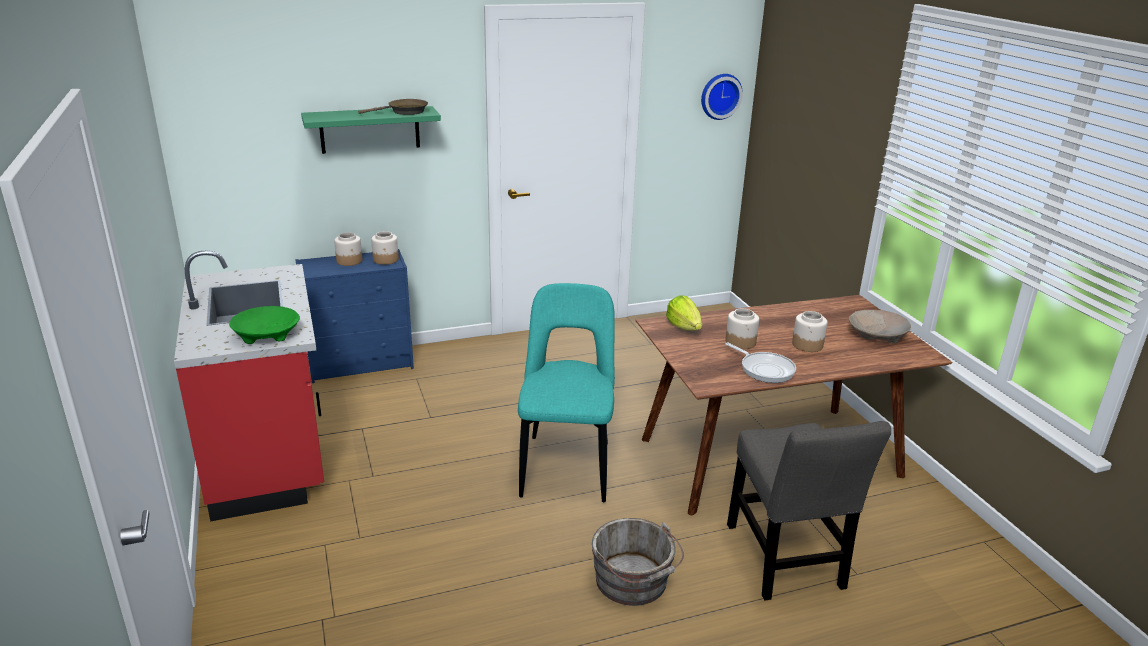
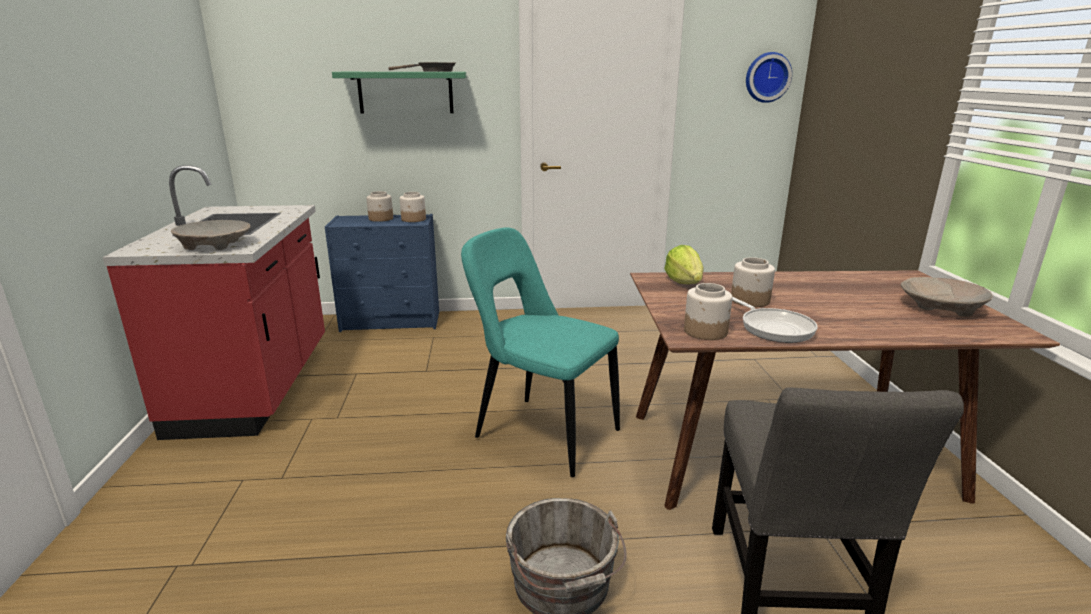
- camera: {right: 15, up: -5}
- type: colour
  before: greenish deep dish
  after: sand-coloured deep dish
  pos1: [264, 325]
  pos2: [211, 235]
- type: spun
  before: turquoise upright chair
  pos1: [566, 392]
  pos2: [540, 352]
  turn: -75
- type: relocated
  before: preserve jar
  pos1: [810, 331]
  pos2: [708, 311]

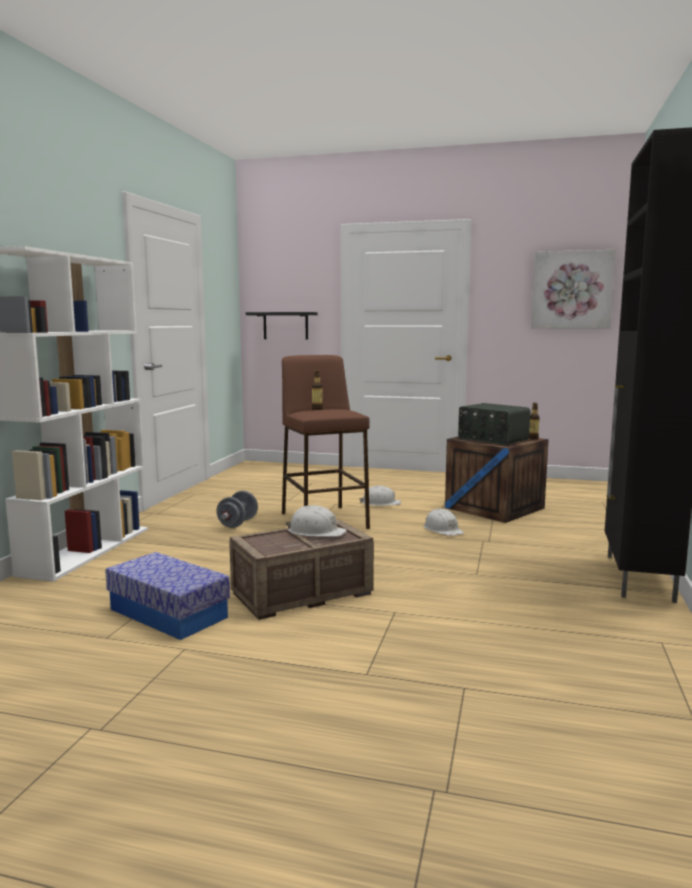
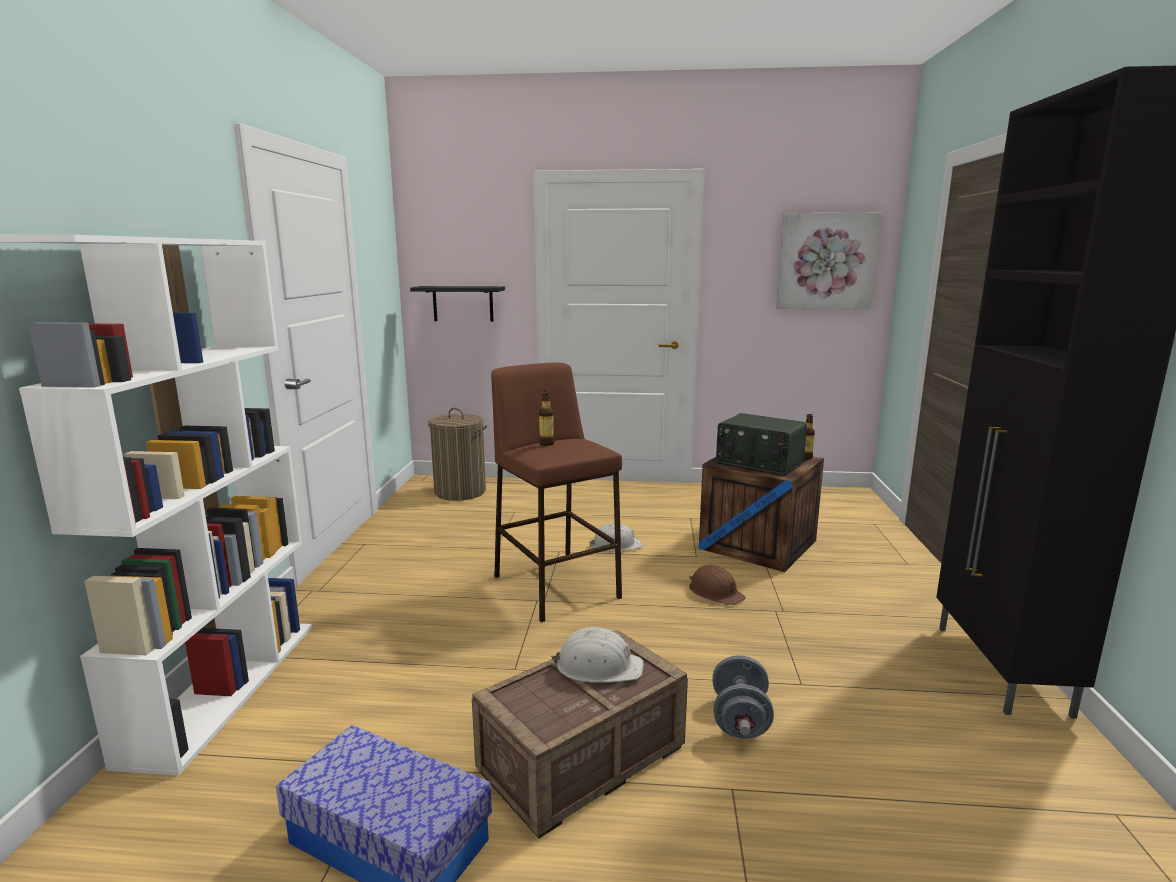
- camera: {right: -10, up: 5}
- type: appeared
  after: washing basket
  pos2: [457, 454]
- type: colour
  before: whitish safety helmet
  after: brownish safety helmet
  pos1: [444, 522]
  pos2: [717, 585]
- type: relocated
  before: greyish free weight
  pos1: [237, 509]
  pos2: [743, 697]

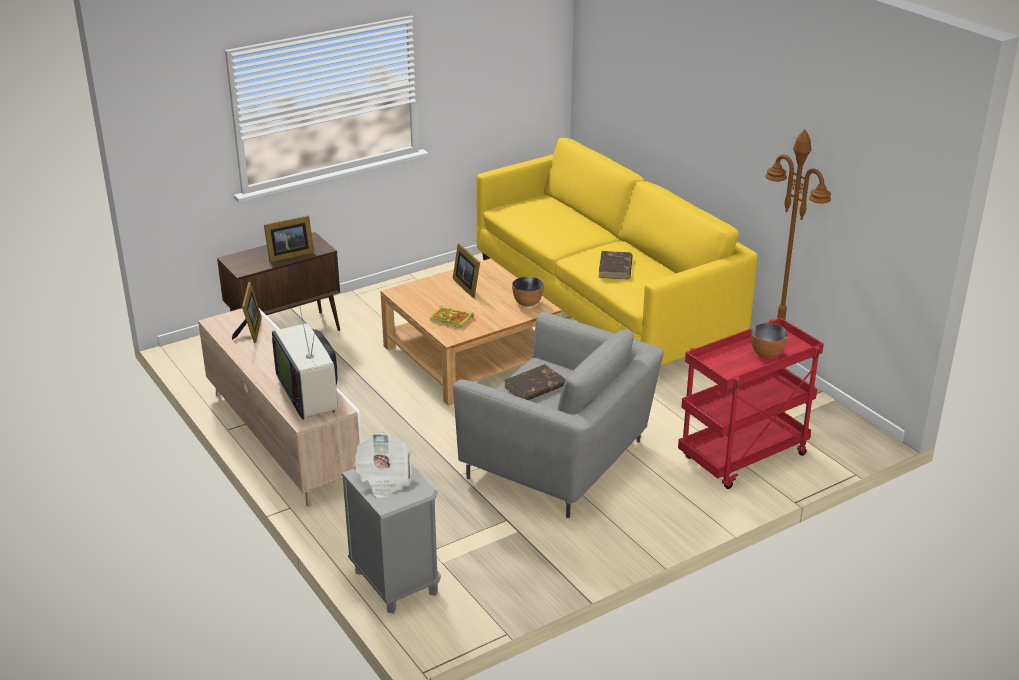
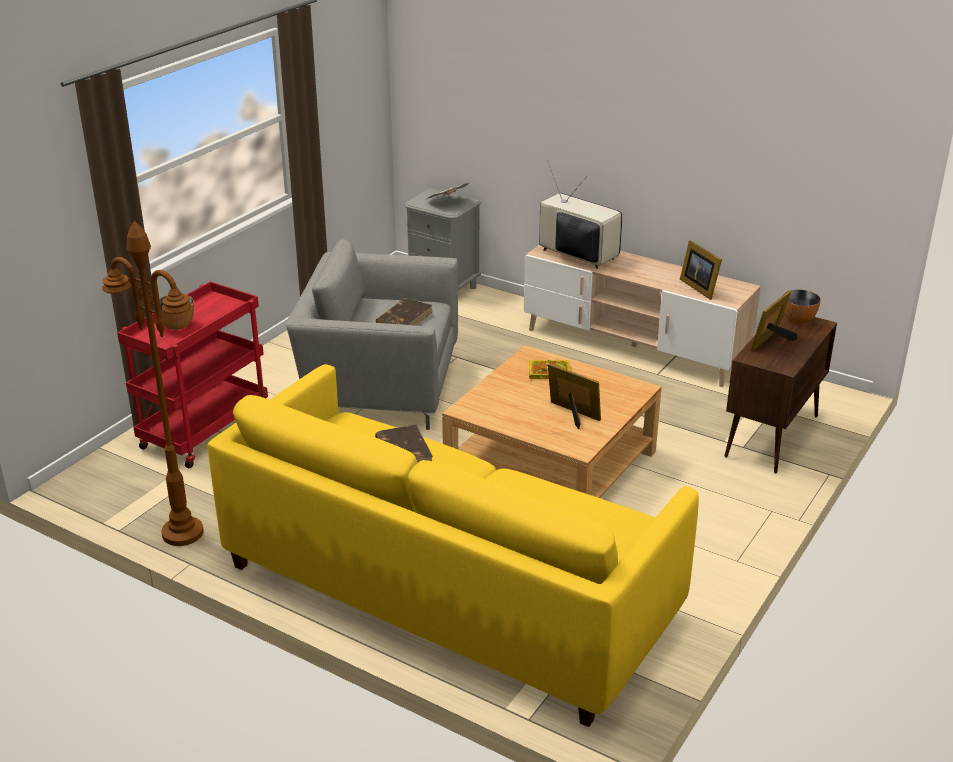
- camera: {right: 155, up: 0}
- type: relocated
  before: deep dish
  pos1: [528, 292]
  pos2: [802, 306]

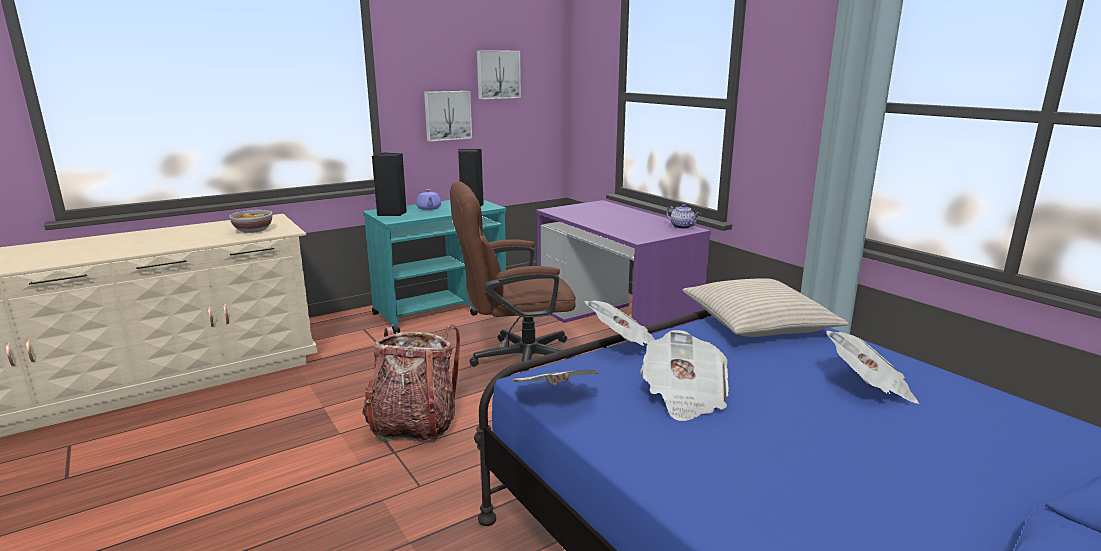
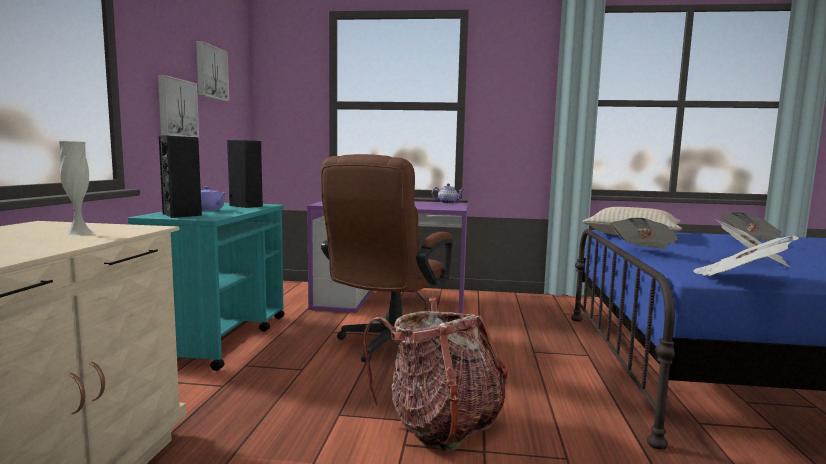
- camera: {right: -50, up: -10}
- type: exchanged
  before: deep dish
  after: whitish vase
  pos1: [251, 221]
  pos2: [76, 188]

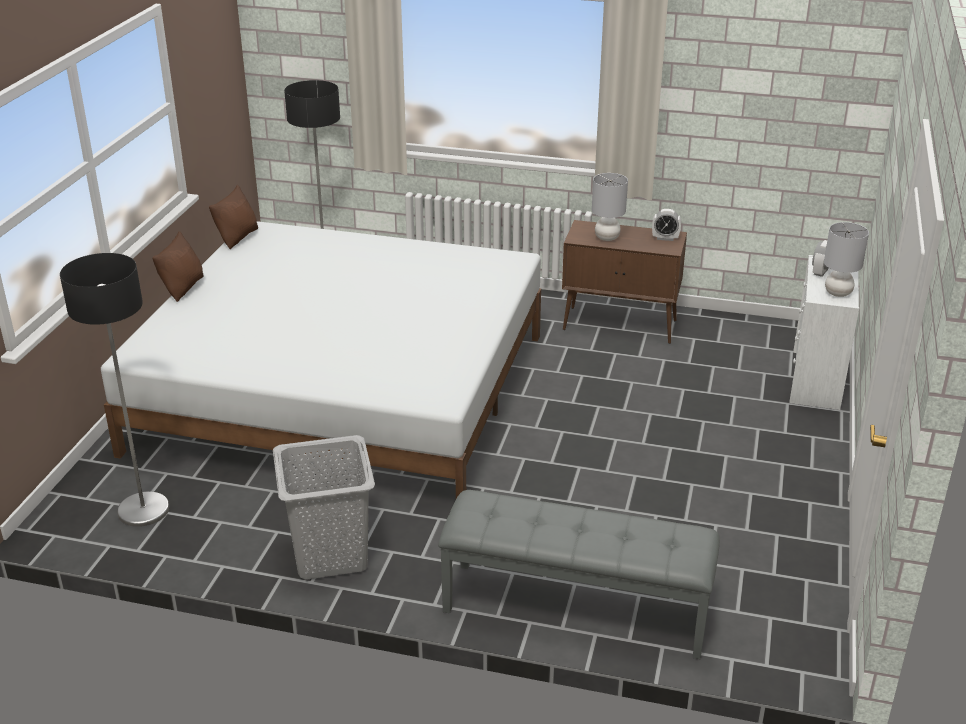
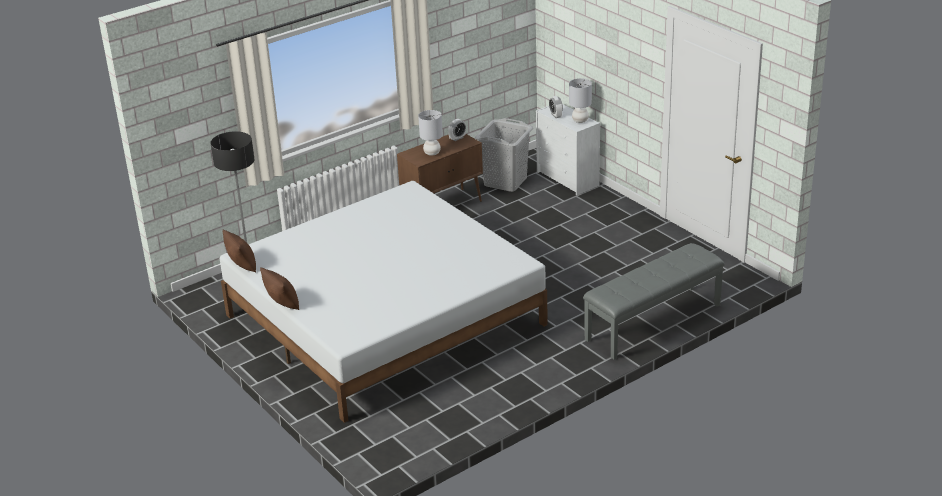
- camera: {right: -50, up: 0}
- type: relocated
  before: greyish washing basket
  pos1: [324, 507]
  pos2: [504, 155]
- type: missing
  before: floor lamp
  pos1: [115, 390]

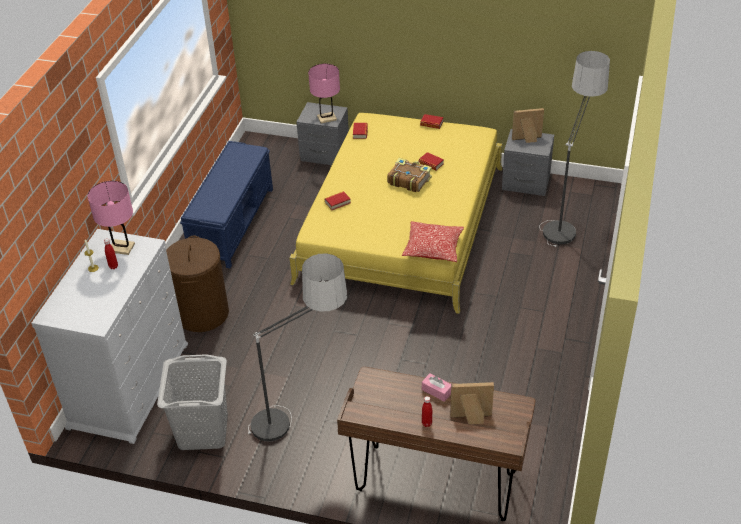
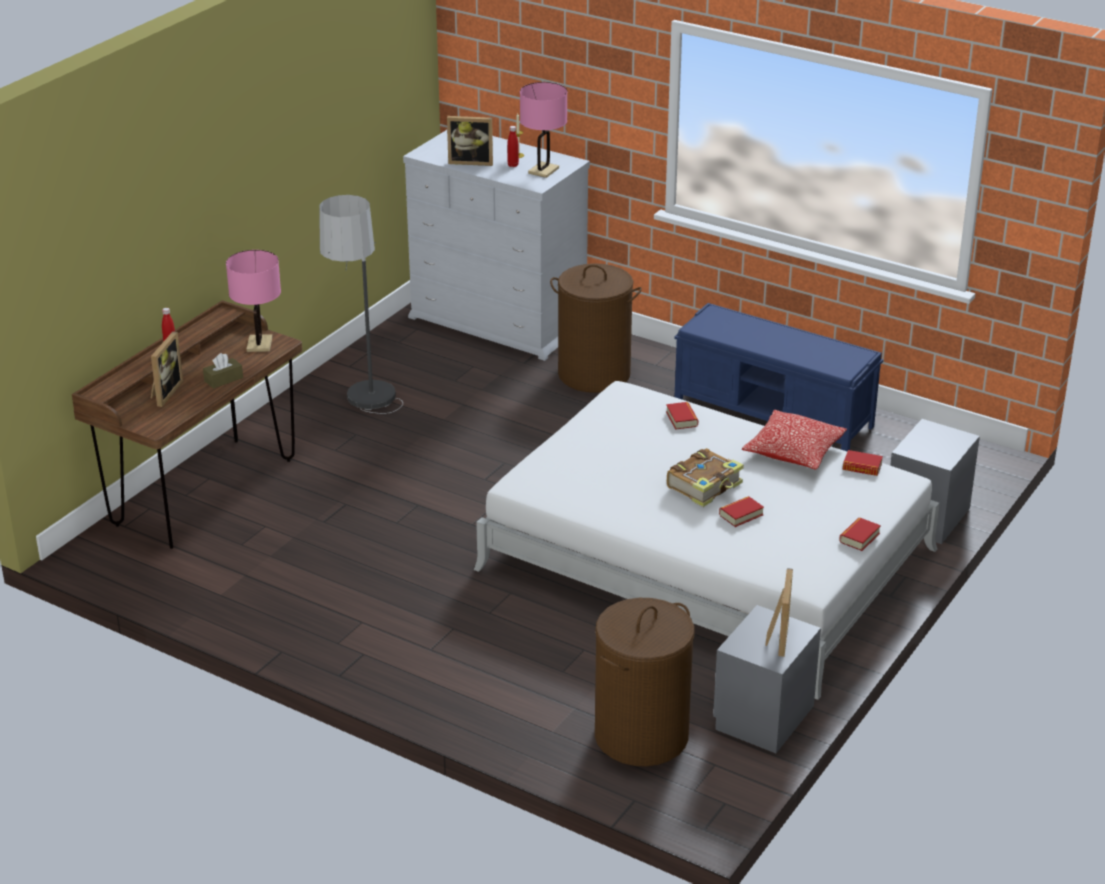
- camera: {right: 105, up: -10}
- type: colour
  before: pink-coloured tissue box
  after: brownish tissue box
  pos1: [436, 387]
  pos2: [223, 370]
- type: relocated
  before: pink-coloured table lamp
  pos1: [324, 93]
  pos2: [253, 301]
- type: appeared
  after: photo frame
  pos2: [470, 141]
- type: colour
  before: yellowish sleeping bed
  after: whitish sleeping bed
  pos1: [396, 213]
  pos2: [707, 540]
- type: exchanged
  before: floor lamp
  after: brownish washing basket
  pos1: [574, 149]
  pos2: [645, 682]
- type: relocated
  before: pillow
  pos1: [433, 241]
  pos2: [794, 440]
- type: missing
  before: greyish washing basket
  pos1: [192, 402]

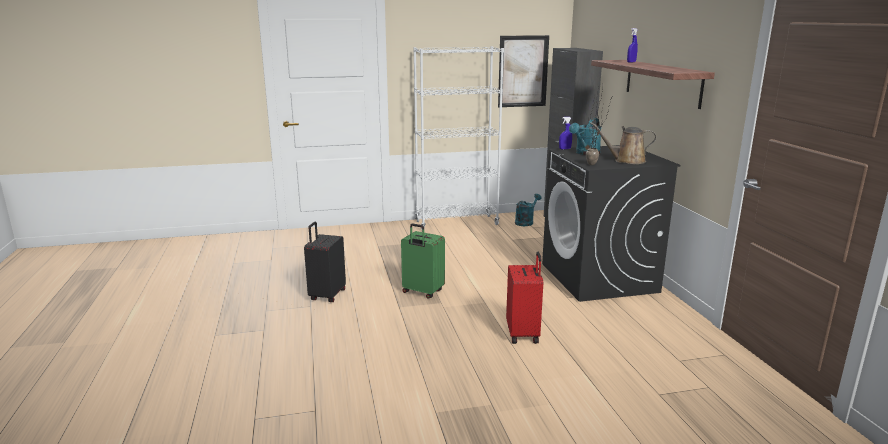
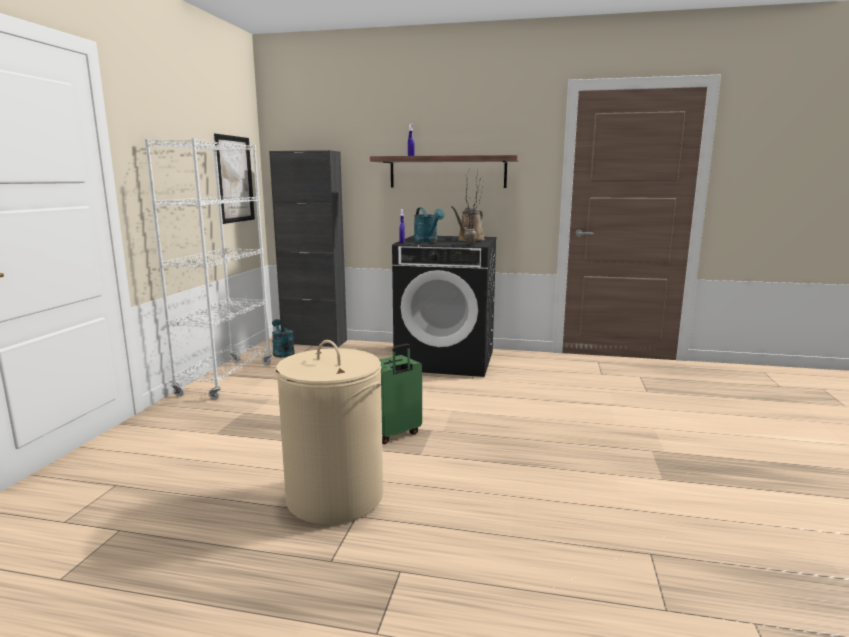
- camera: {right: -65, up: -5}
- type: exchanged
  before: blackish suitcase
  after: sand-coloured washing basket
  pos1: [325, 262]
  pos2: [329, 432]
- type: missing
  before: reddish suitcase
  pos1: [524, 298]

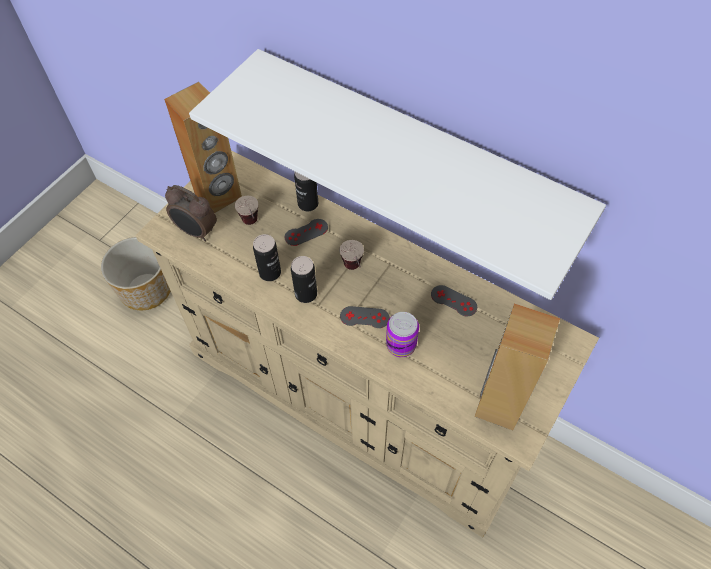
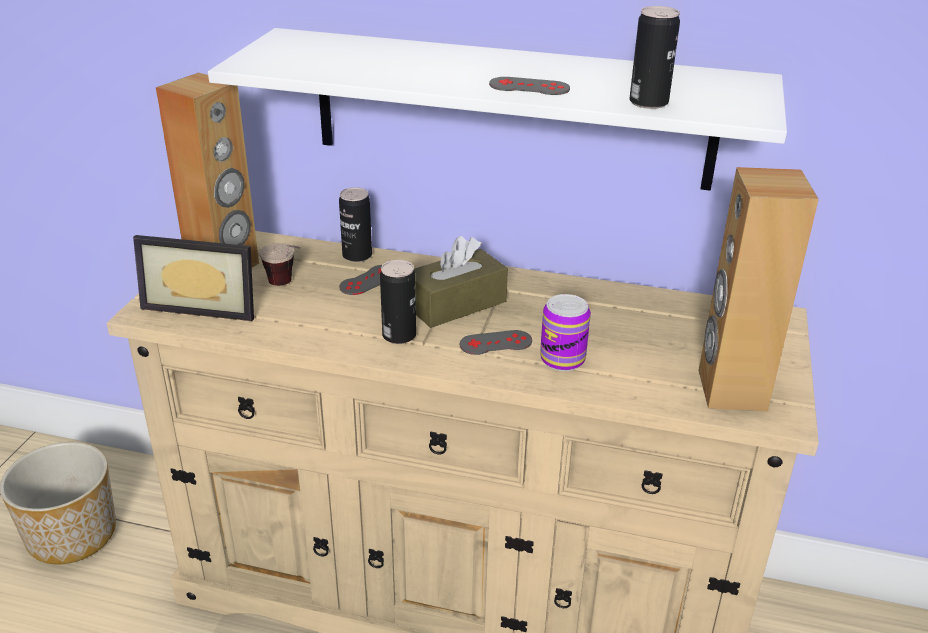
- camera: {right: -20, up: -25}
- type: exchanged
  before: alarm clock
  after: photo frame
  pos1: [191, 213]
  pos2: [193, 278]
- type: exchanged
  before: small cup
  after: brownish tissue box
  pos1: [351, 255]
  pos2: [461, 282]
- type: relocated
  before: greyish game controller
  pos1: [454, 301]
  pos2: [529, 86]
- type: relocated
  before: can
  pos1: [267, 257]
  pos2: [654, 57]

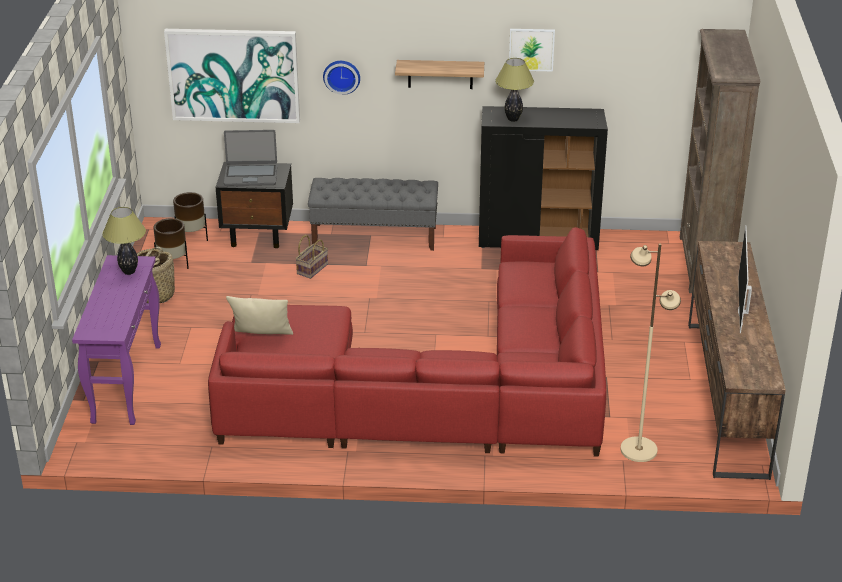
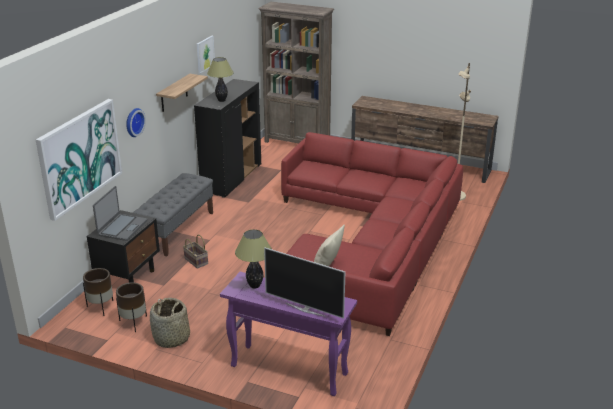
- camera: {right: -70, up: -5}
- type: relocated
  before: television
  pos1: [745, 279]
  pos2: [304, 283]

